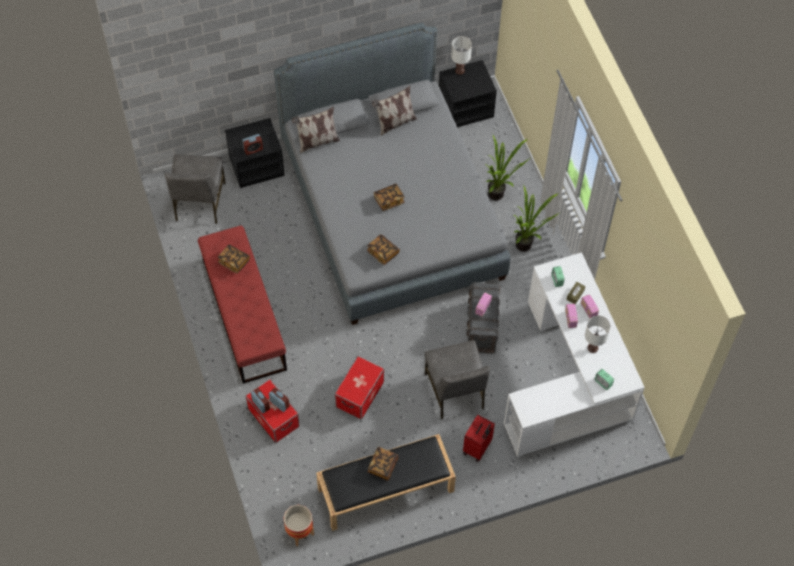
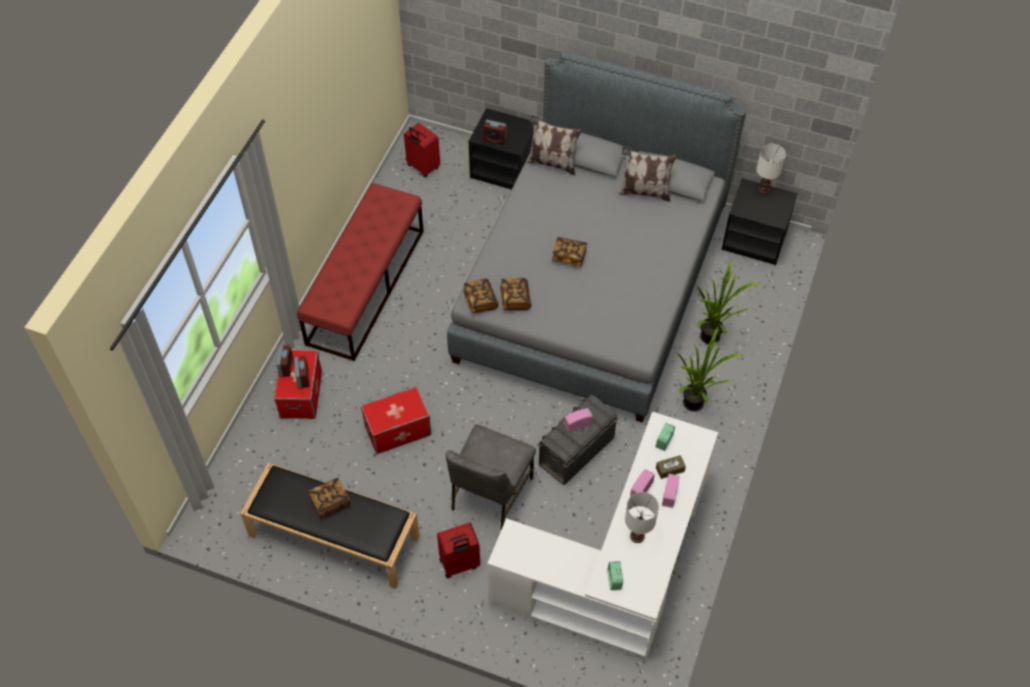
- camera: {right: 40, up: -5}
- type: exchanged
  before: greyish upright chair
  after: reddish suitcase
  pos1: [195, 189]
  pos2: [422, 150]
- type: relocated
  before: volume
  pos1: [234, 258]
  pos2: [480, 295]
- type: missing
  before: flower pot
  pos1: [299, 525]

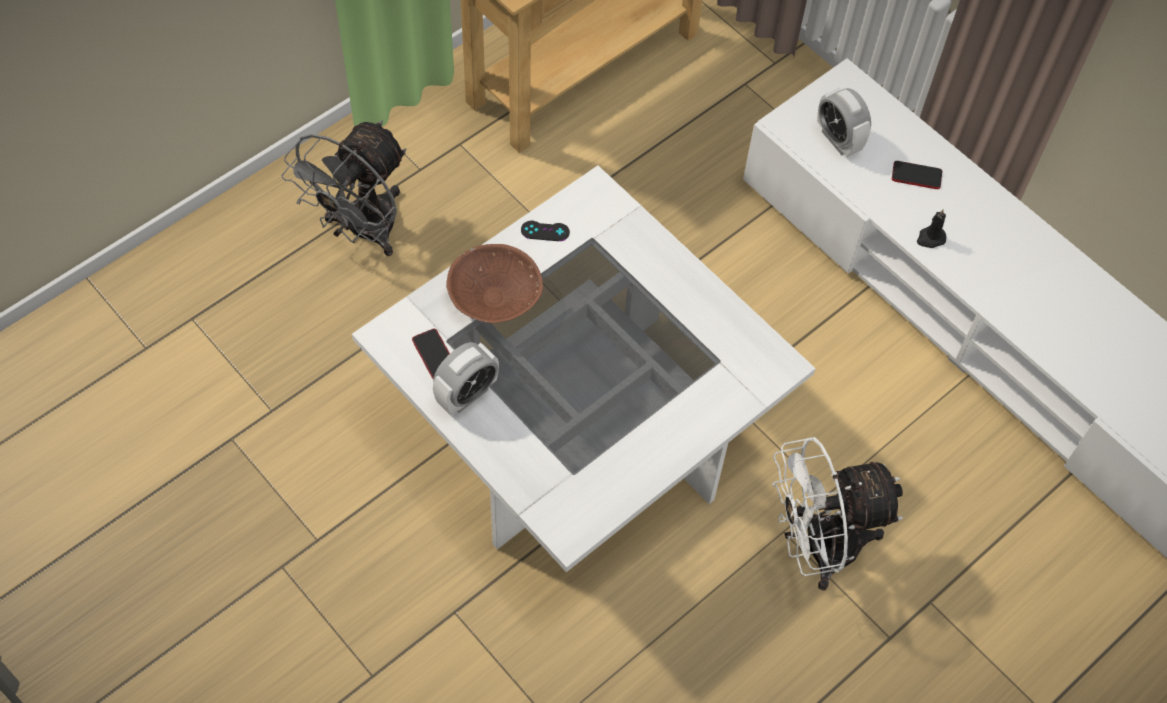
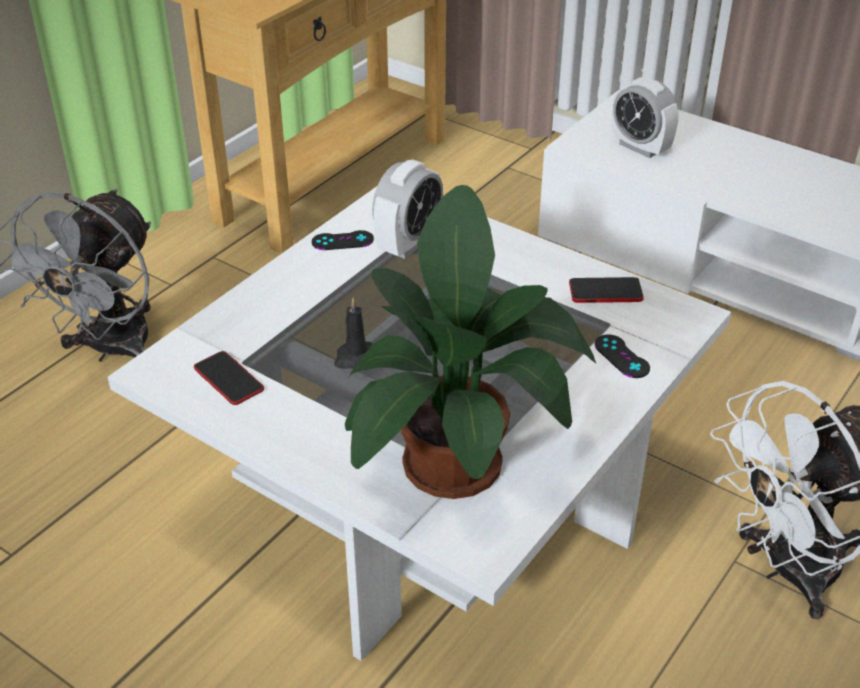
- camera: {right: -10, up: -20}
- type: relocated
  before: blackish wax candle
  pos1: [931, 228]
  pos2: [353, 333]
- type: appeared
  after: potted plant
  pos2: [471, 342]
- type: relocated
  before: alarm clock
  pos1: [466, 378]
  pos2: [407, 209]
- type: relocated
  before: handset
  pos1: [917, 175]
  pos2: [606, 290]
- type: appeared
  after: blackish game controller
  pos2: [622, 356]
- type: missing
  before: brownish deep dish
  pos1: [494, 283]

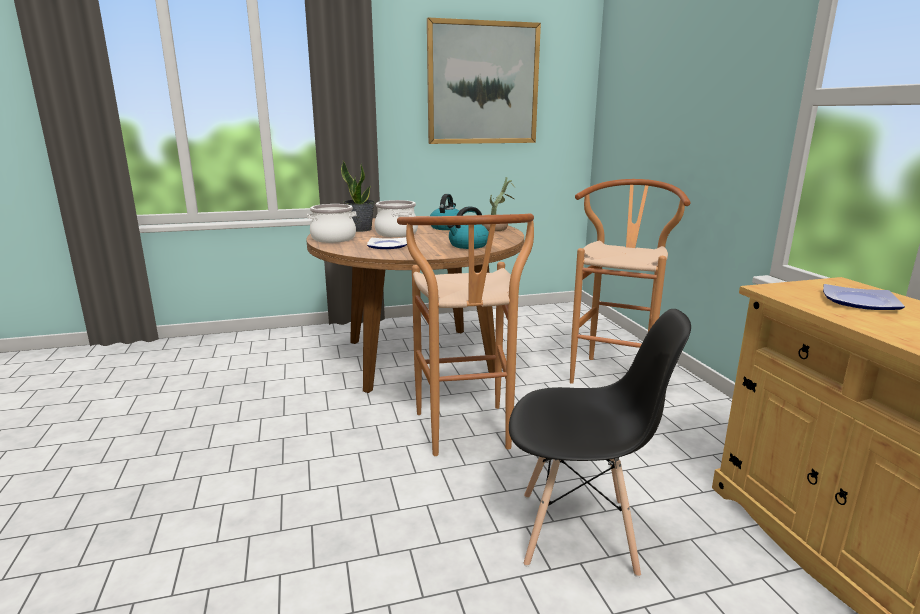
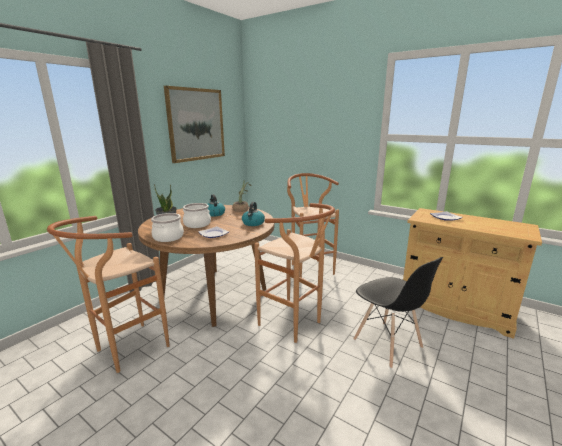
- camera: {right: -40, up: 0}
- type: appeared
  after: brownish stool seat
  pos2: [108, 294]
- type: spun
  before: blackish upright chair
  pos1: [600, 443]
  pos2: [398, 312]
  turn: 90

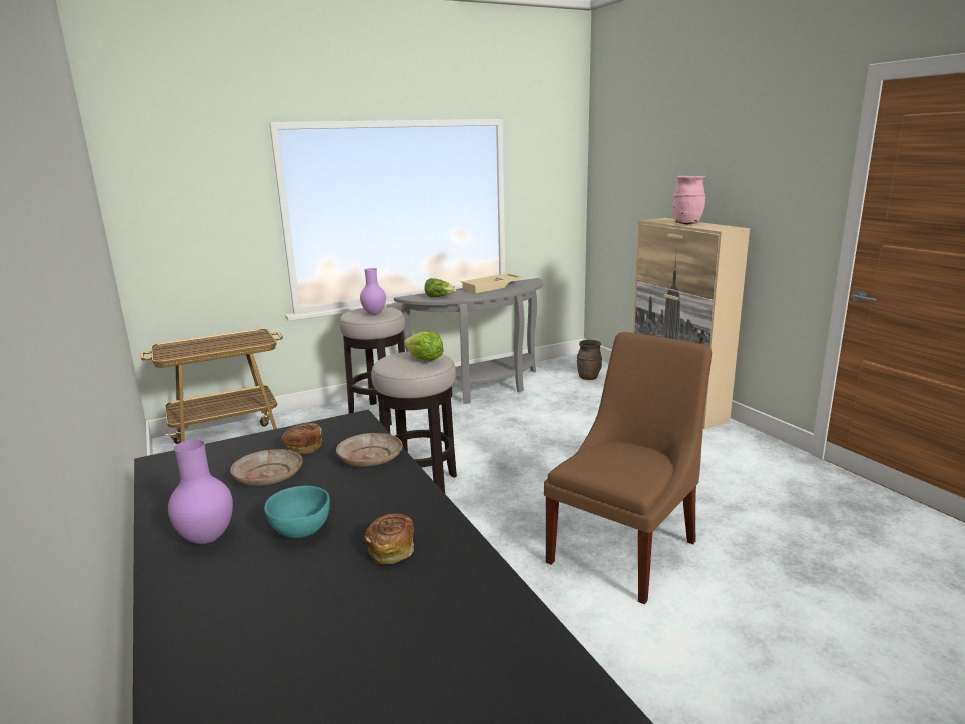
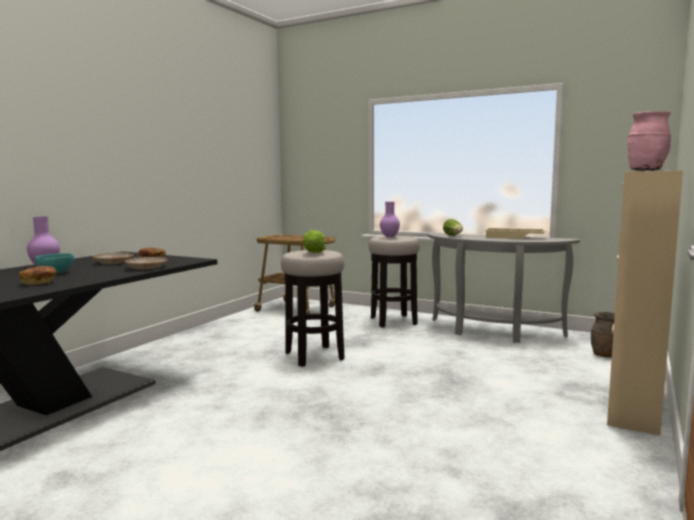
- camera: {right: 55, up: -10}
- type: missing
  before: brownish upright chair
  pos1: [628, 468]

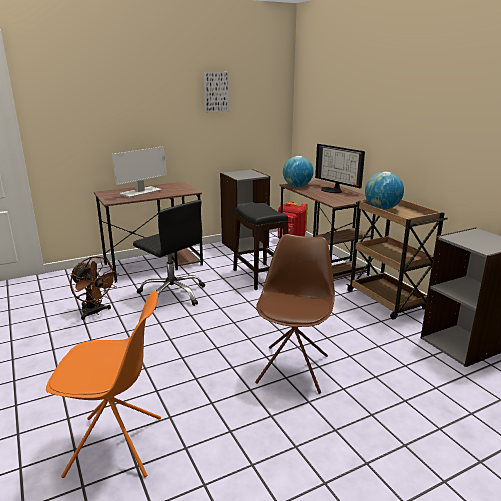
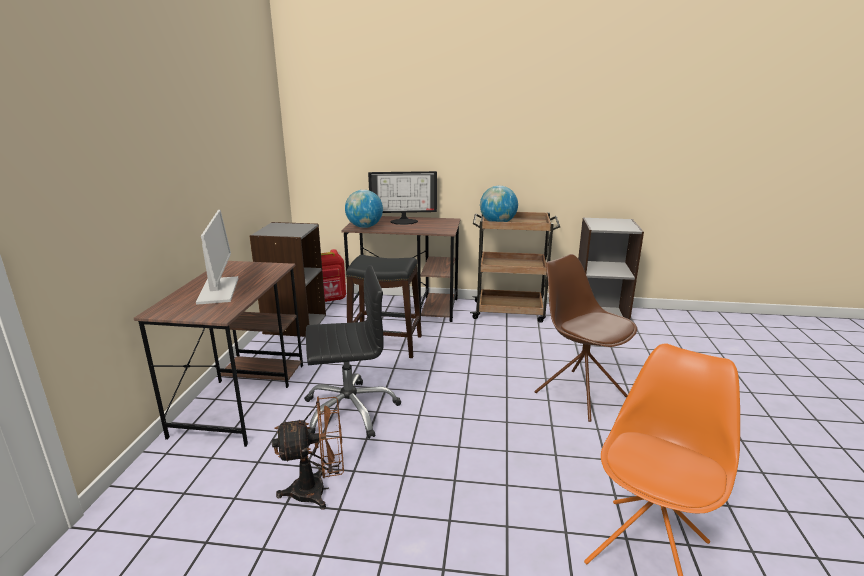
- camera: {right: -55, up: 0}
- type: missing
  before: wall art
  pos1: [216, 92]

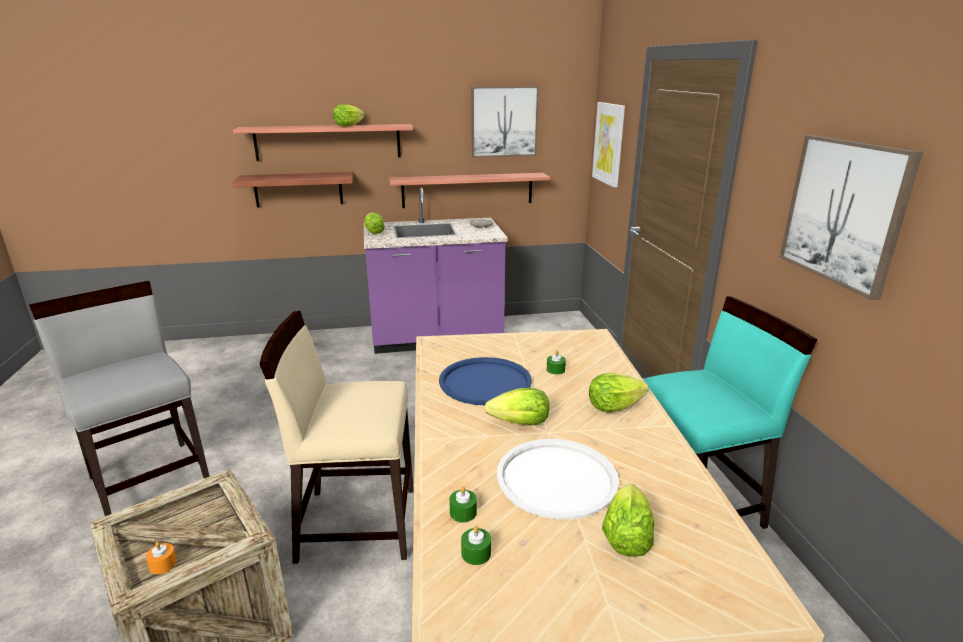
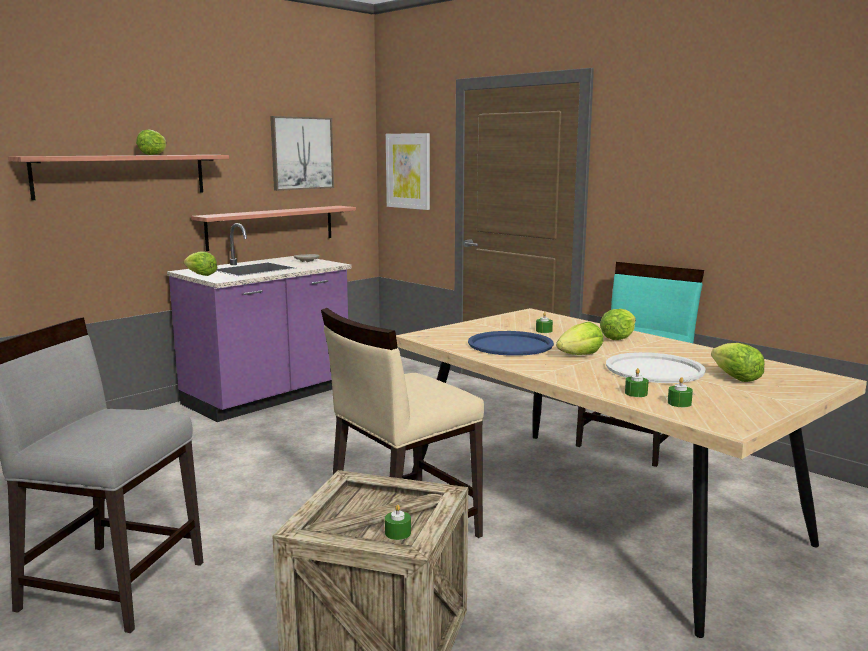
- camera: {right: -35, up: -10}
- type: colour
  before: orange-coloured wax candle
  after: greenish wax candle
  pos1: [161, 558]
  pos2: [398, 522]
- type: missing
  before: shelf
  pos1: [292, 190]
- type: missing
  before: wall art
  pos1: [851, 217]

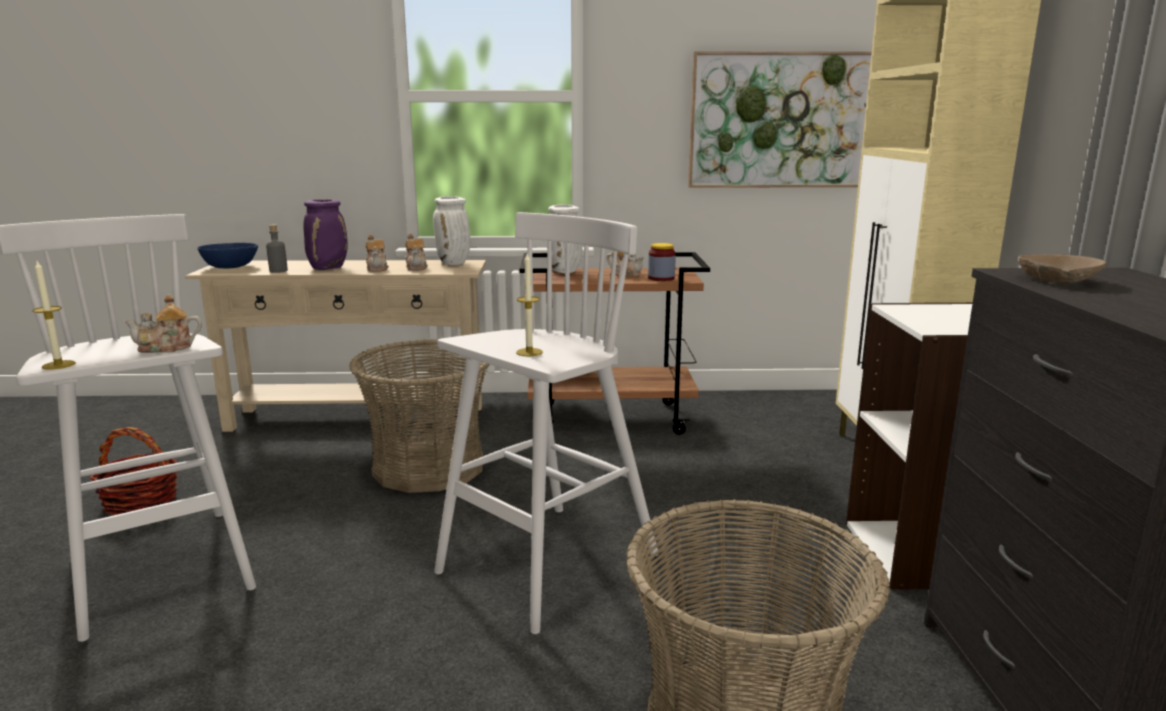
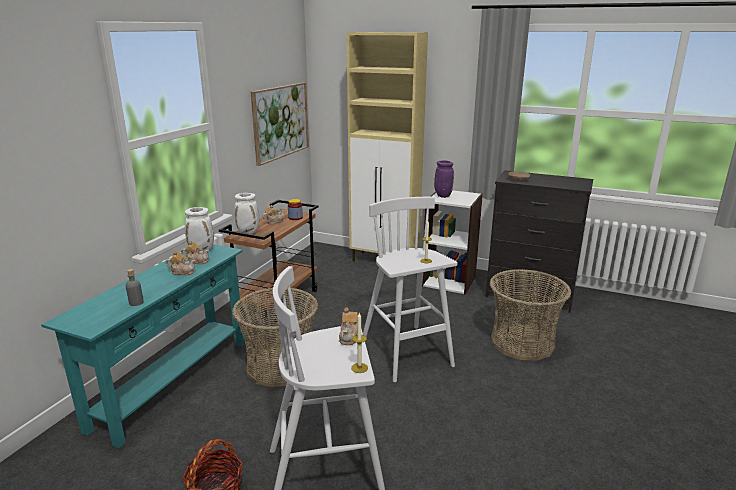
- camera: {right: -65, up: 5}
- type: colour
  before: sand-coloured hall table
  after: turquoise hall table
  pos1: [336, 346]
  pos2: [142, 346]
- type: relocated
  before: purple vase
  pos1: [325, 234]
  pos2: [444, 179]
- type: missing
  before: blue-coloured deep dish
  pos1: [227, 255]

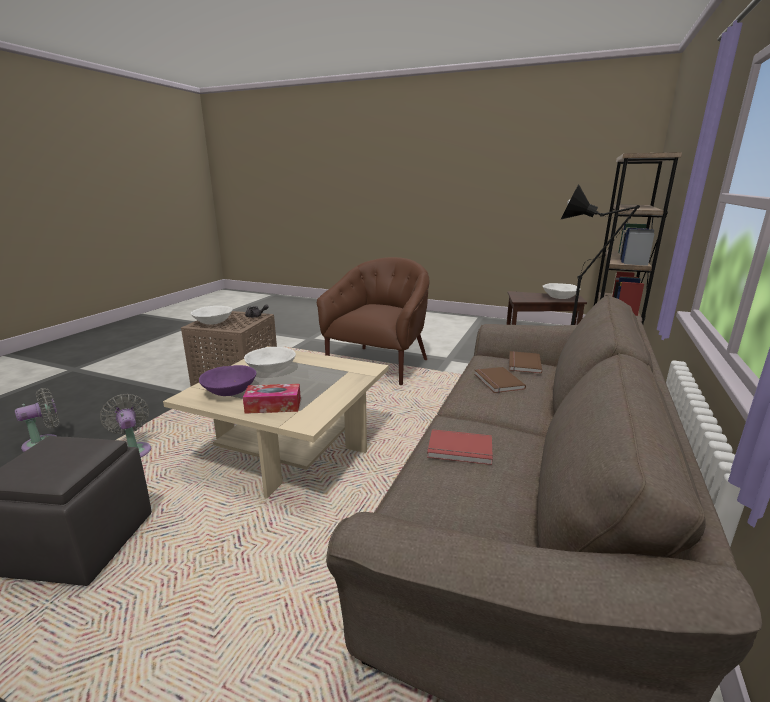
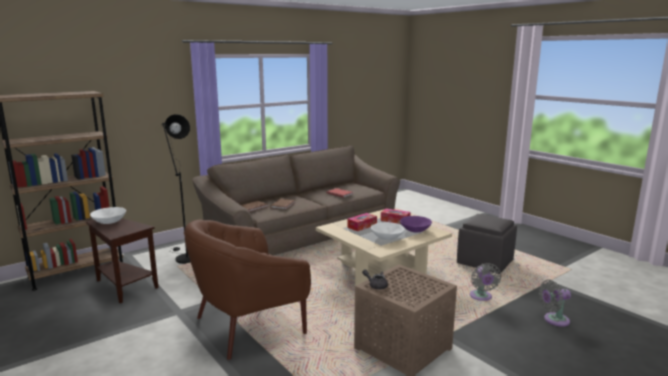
- camera: {right: -150, up: -5}
- type: appeared
  after: tissue box
  pos2: [362, 222]
- type: missing
  before: whitish deep dish
  pos1: [212, 315]

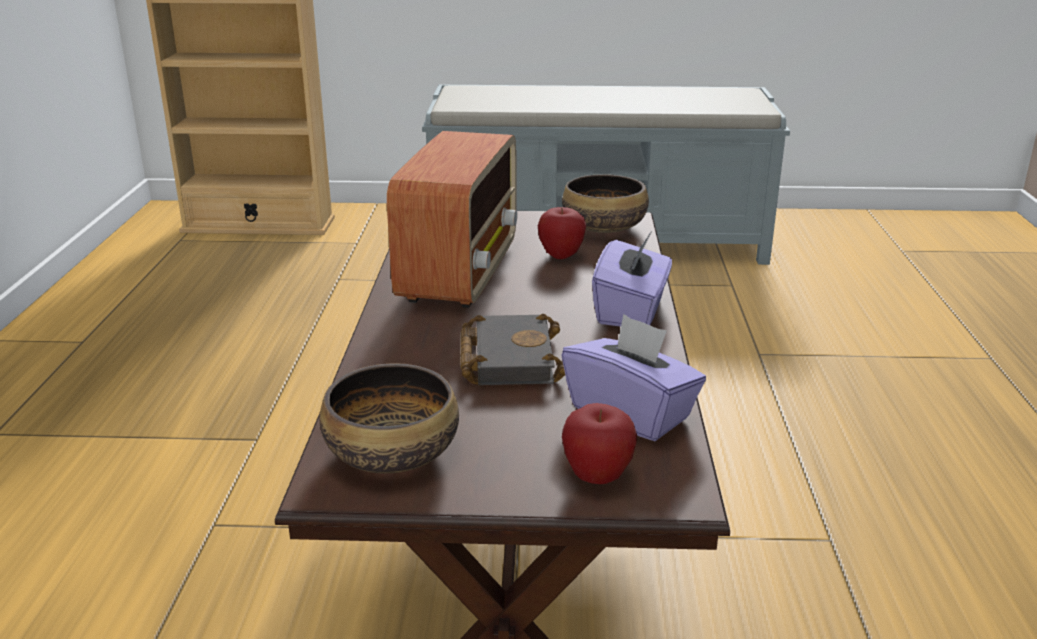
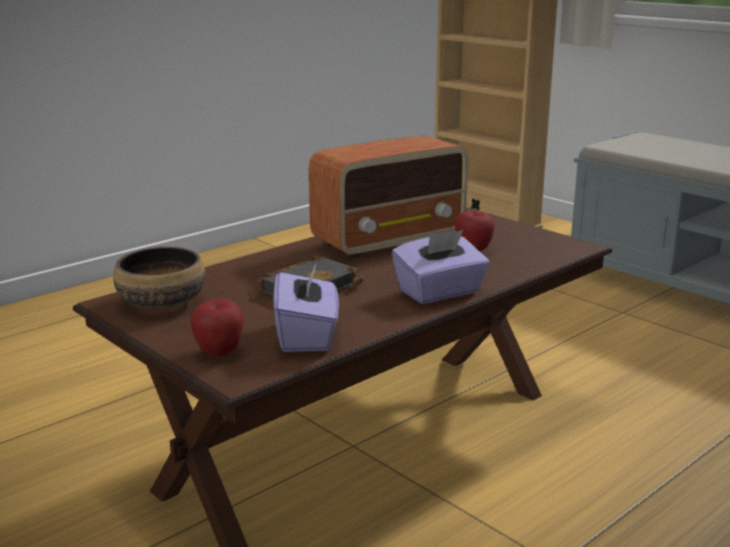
- camera: {right: 45, up: -5}
- type: missing
  before: deep dish
  pos1: [605, 203]

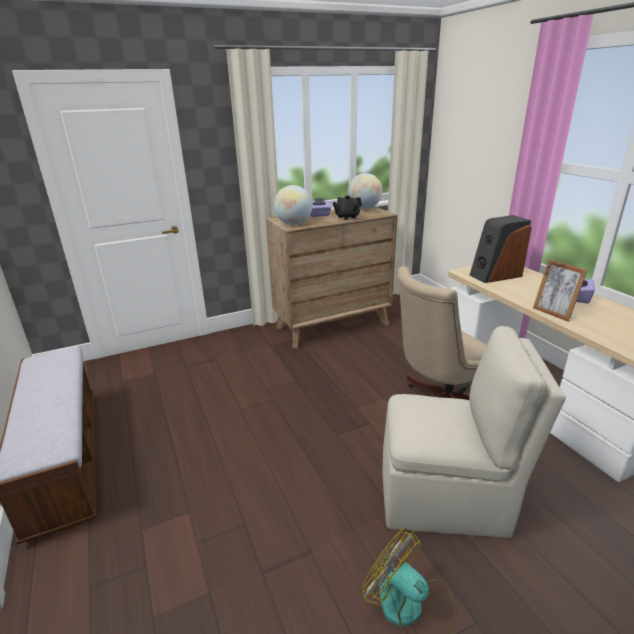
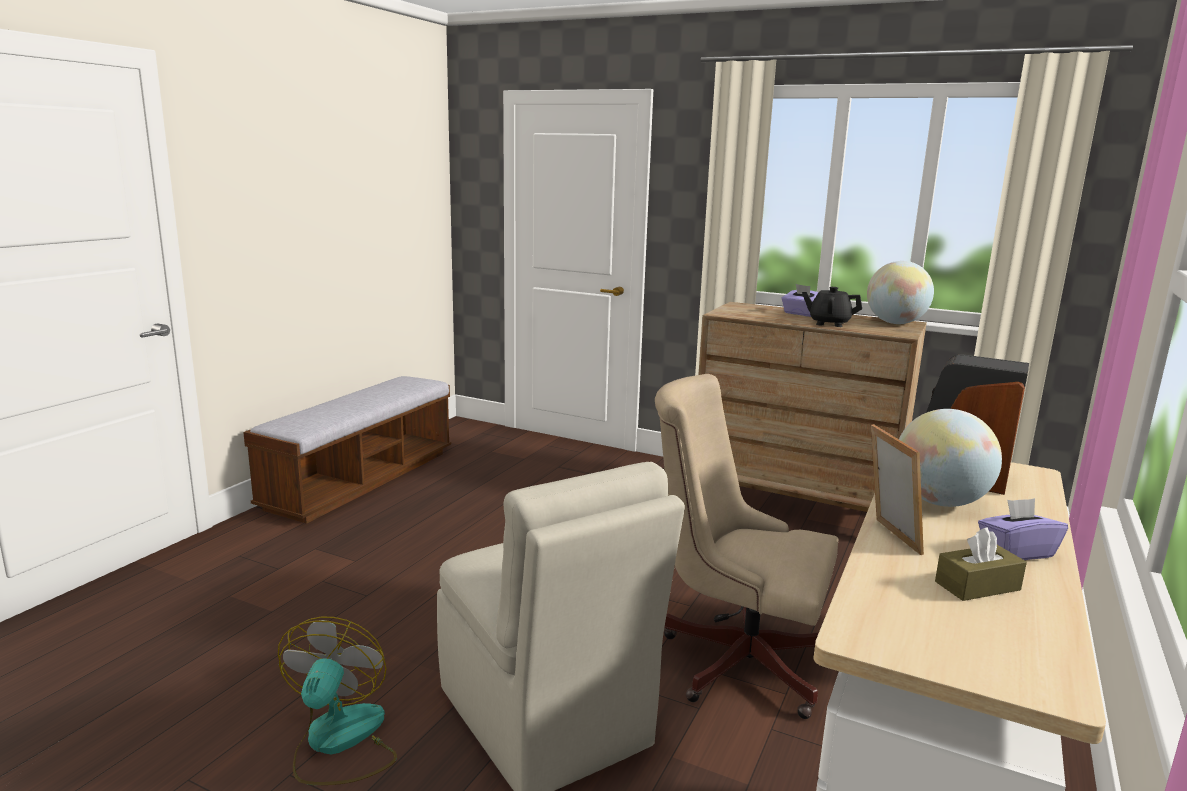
- camera: {right: 50, up: -10}
- type: spun
  before: photo frame
  pos1: [560, 290]
  pos2: [897, 489]
  turn: 150
- type: relocated
  before: world globe
  pos1: [293, 205]
  pos2: [950, 458]
- type: appeared
  after: brownish tissue box
  pos2: [981, 564]

